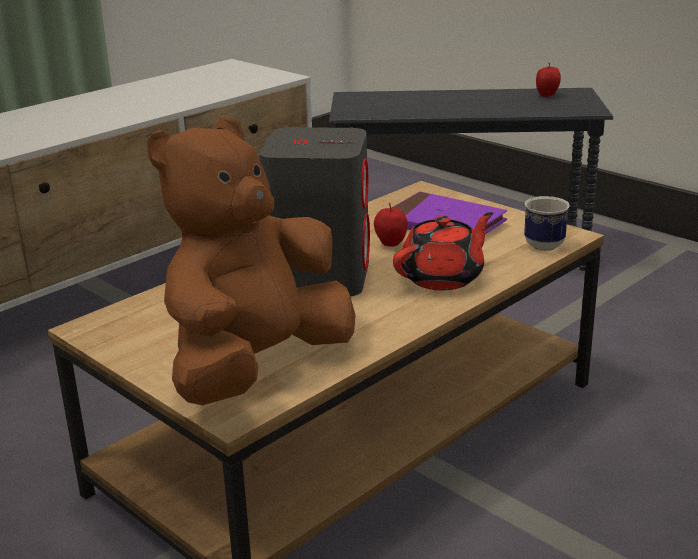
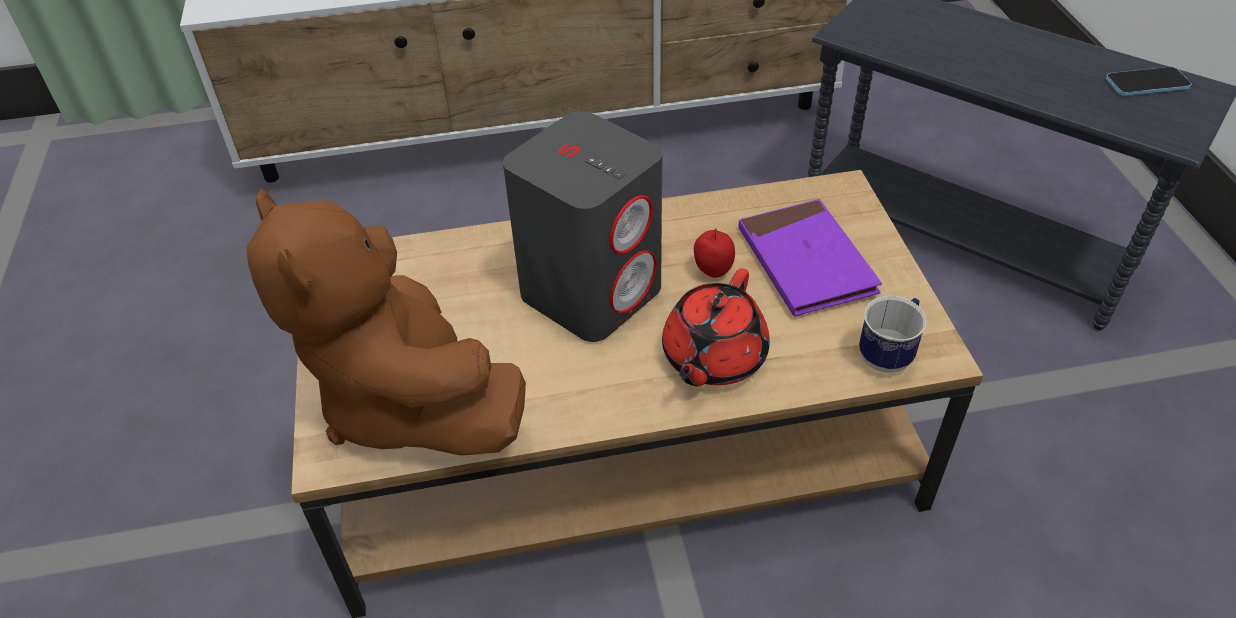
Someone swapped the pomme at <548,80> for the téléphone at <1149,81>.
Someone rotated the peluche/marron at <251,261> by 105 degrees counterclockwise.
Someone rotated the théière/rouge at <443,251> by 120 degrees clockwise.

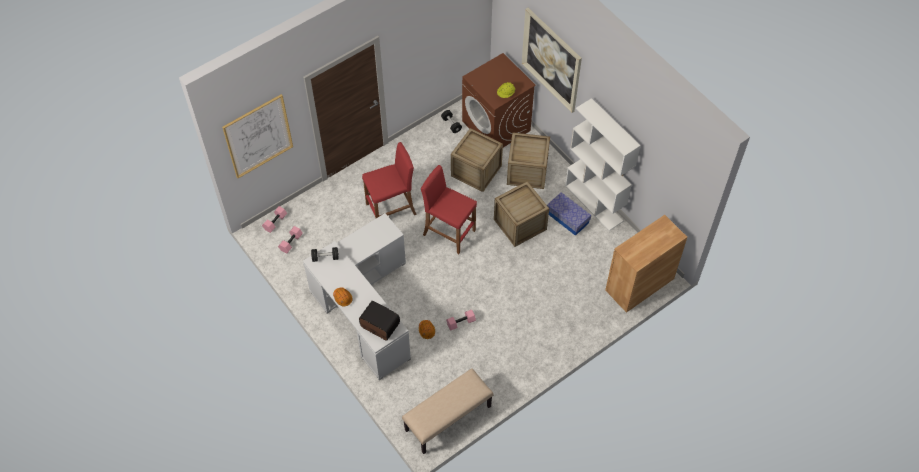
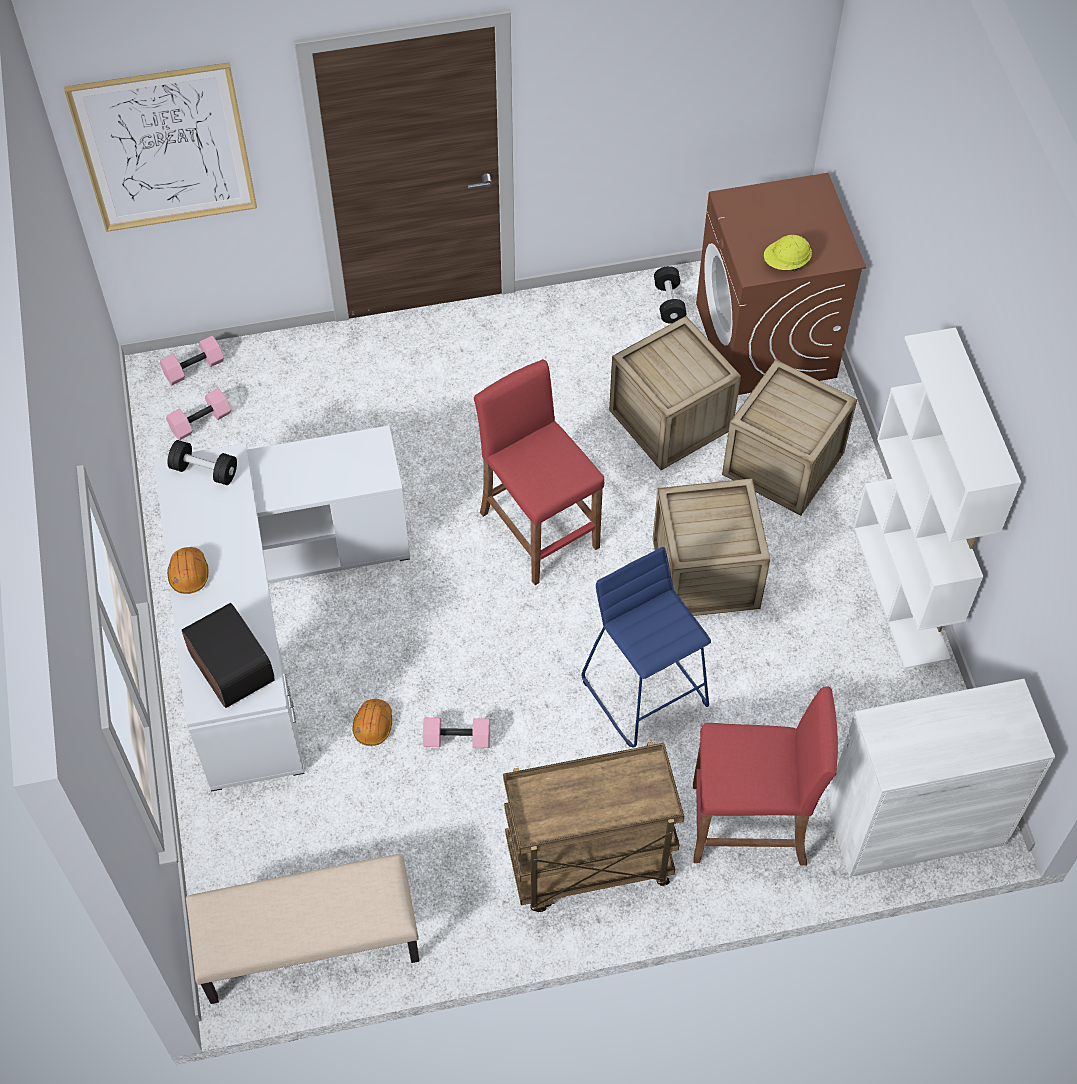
Someone took away the tableau at <552,60>.
Someone carried the tabouret/rouge from <389,180> to <765,776>.
Someone took away the boîte de rangement at <569,214>.
Someone repainted the meuble de rangement/marron at <646,264>, which became the meuble de rangement/blanc at <940,778>.
Someone put down the tabouret/bleu at <646,647>.
Someone put down the chariot/marron at <593,827>.

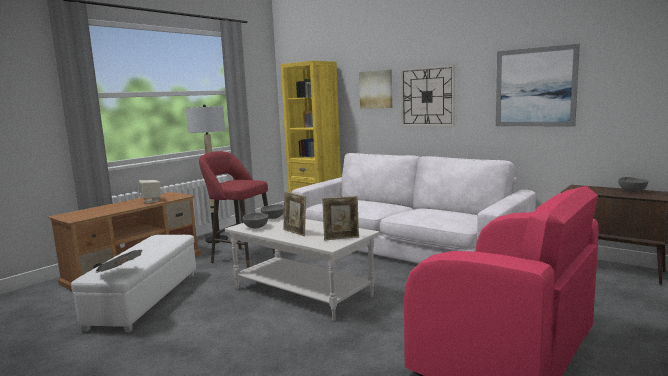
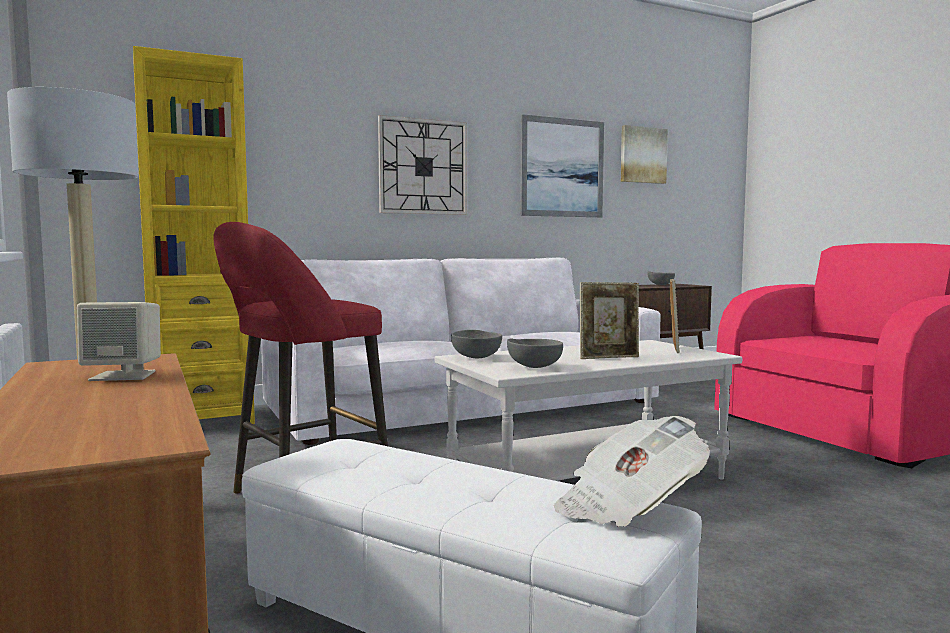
Someone carried the tableau from <375,89> to <644,154>.

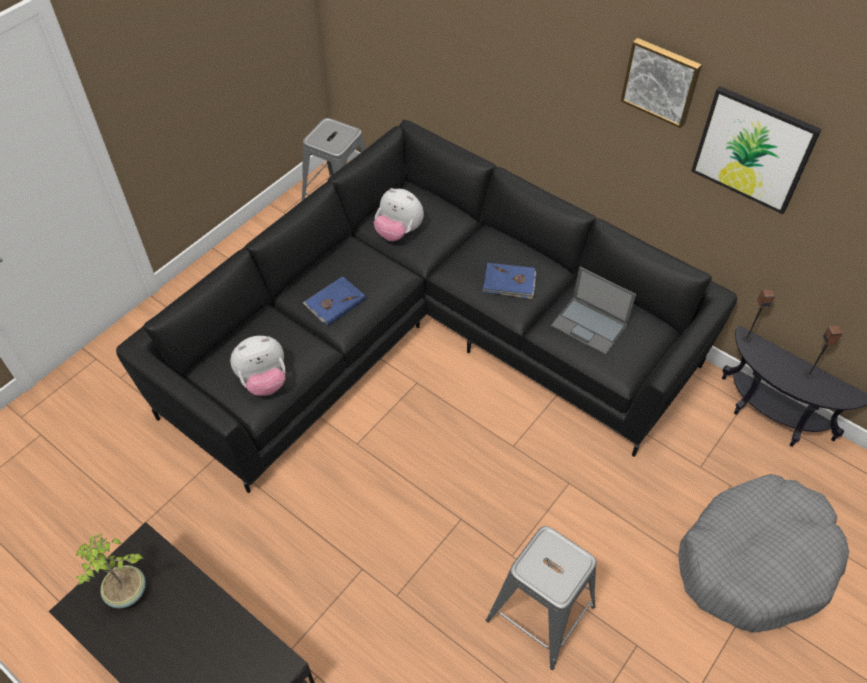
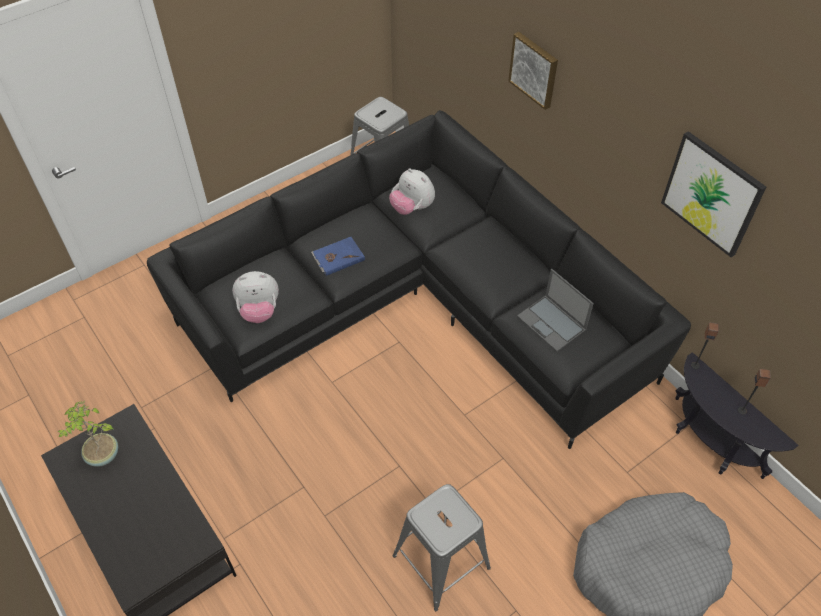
Someone carried the tableau from <661,83> to <533,71>.
Someone took away the livre/bleu at <509,281>.

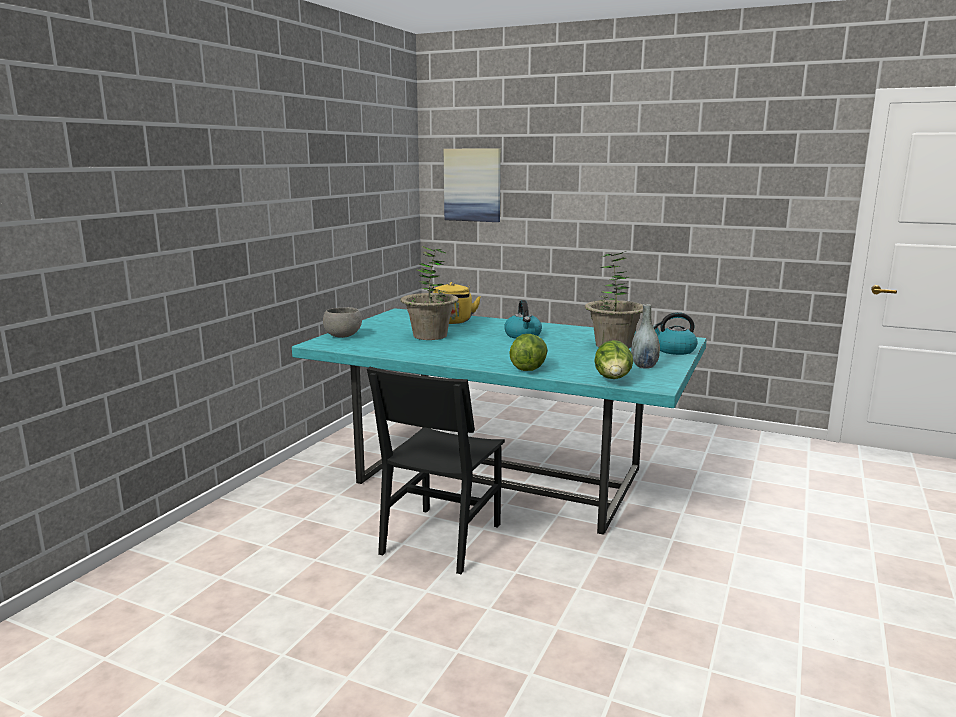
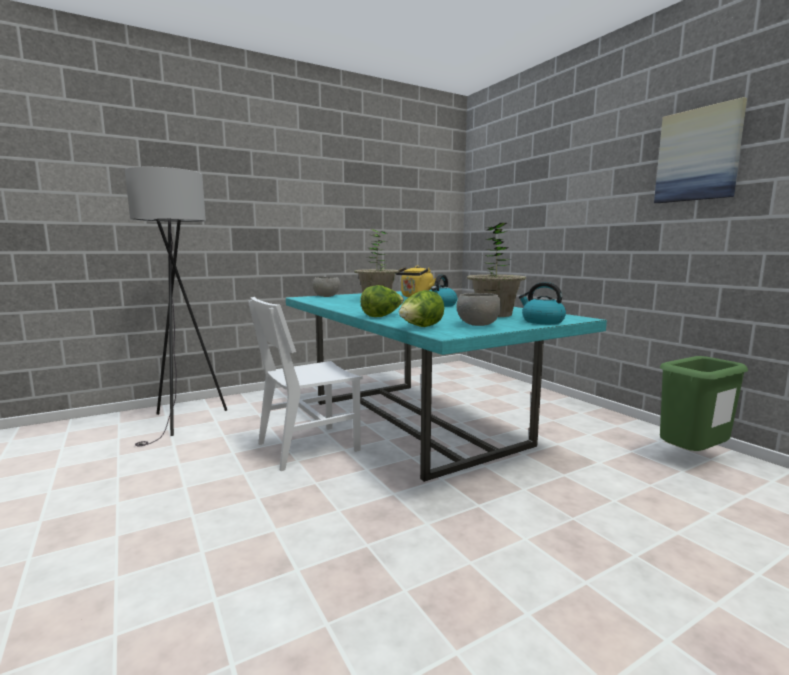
Someone carried the tableau from <472,185> to <700,150>.
Someone swapped the vase/gris at <645,336> for the bol/gris at <478,309>.
Someone repainted the chaise/noir at <436,470>, which became the chaise/blanc at <305,384>.
Someone put down the lampadaire/gris at <176,306>.
Someone put down the poubelle/vert at <704,403>.

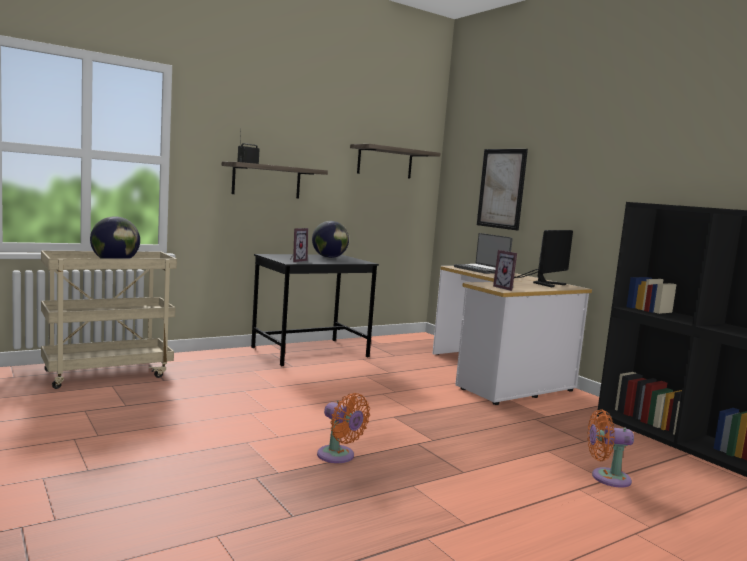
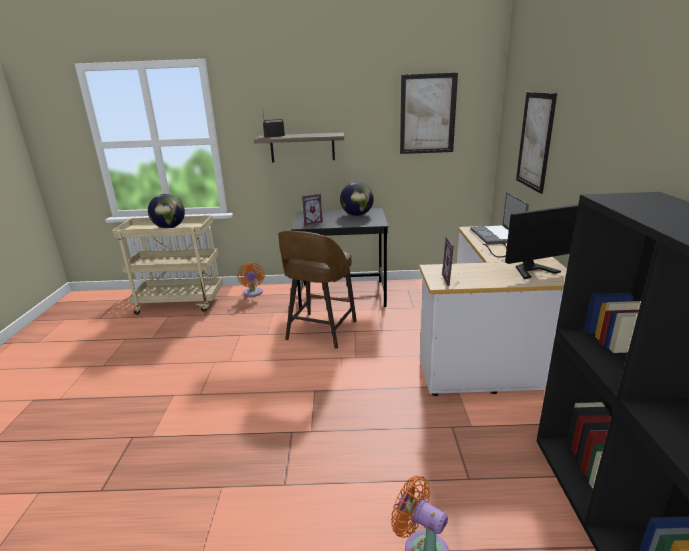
Someone swapped the étagère at <395,161> for the tableau at <429,113>.
Someone carried the ventilateur/orange from <343,428> to <251,279>.
Someone put down the tabouret/marron at <317,290>.

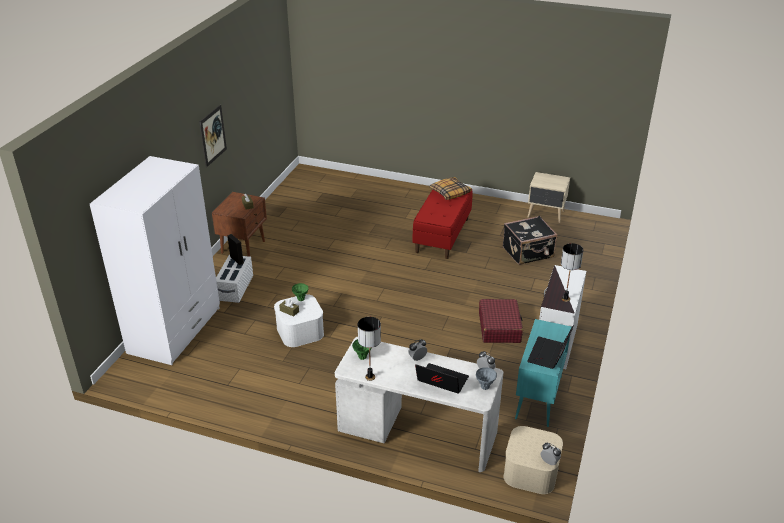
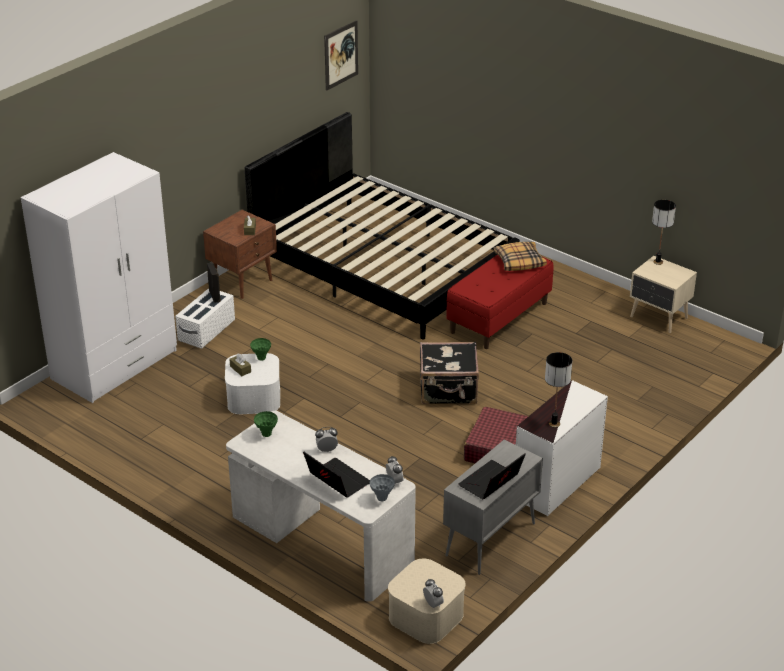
Someone carried the tableau from <213,136> to <341,55>.
Someone carried the valise/noir from <530,240> to <449,373>.
Someone carried the lampe de table from <369,349> to <664,232>.
Someone repainted the meuble de rangement/turquoise at <543,373>, which became the meuble de rangement/gris at <493,507>.
Someone put down the lit/noir at <382,225>.

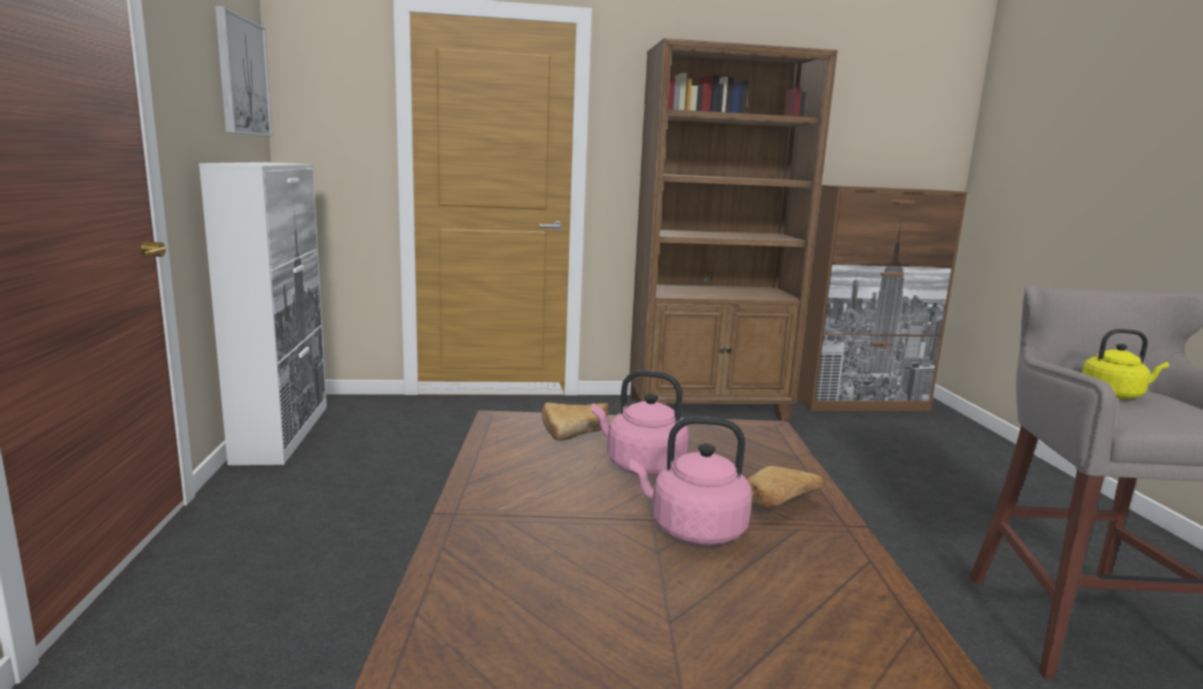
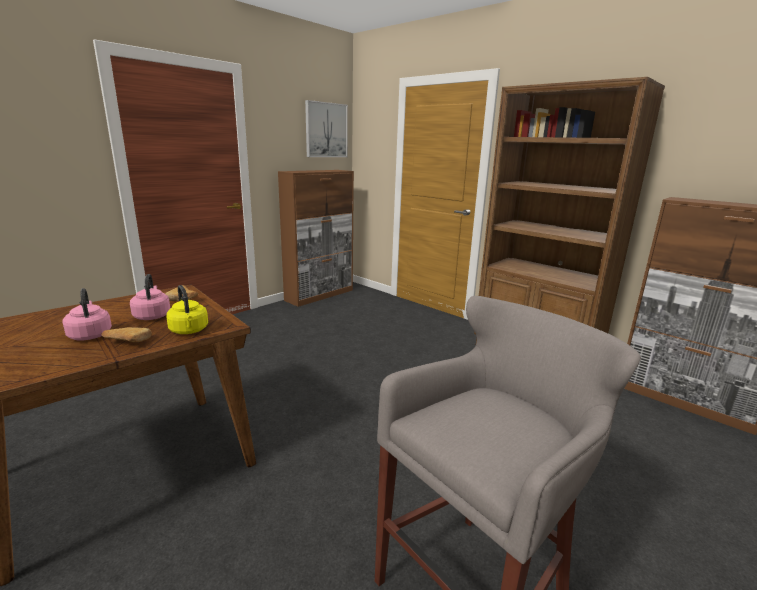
Someone repainted the meuble de rangement/blanc at <263,313>, which became the meuble de rangement/marron at <316,238>.
Someone carried the bouilloire/jaune from <1125,364> to <187,309>.

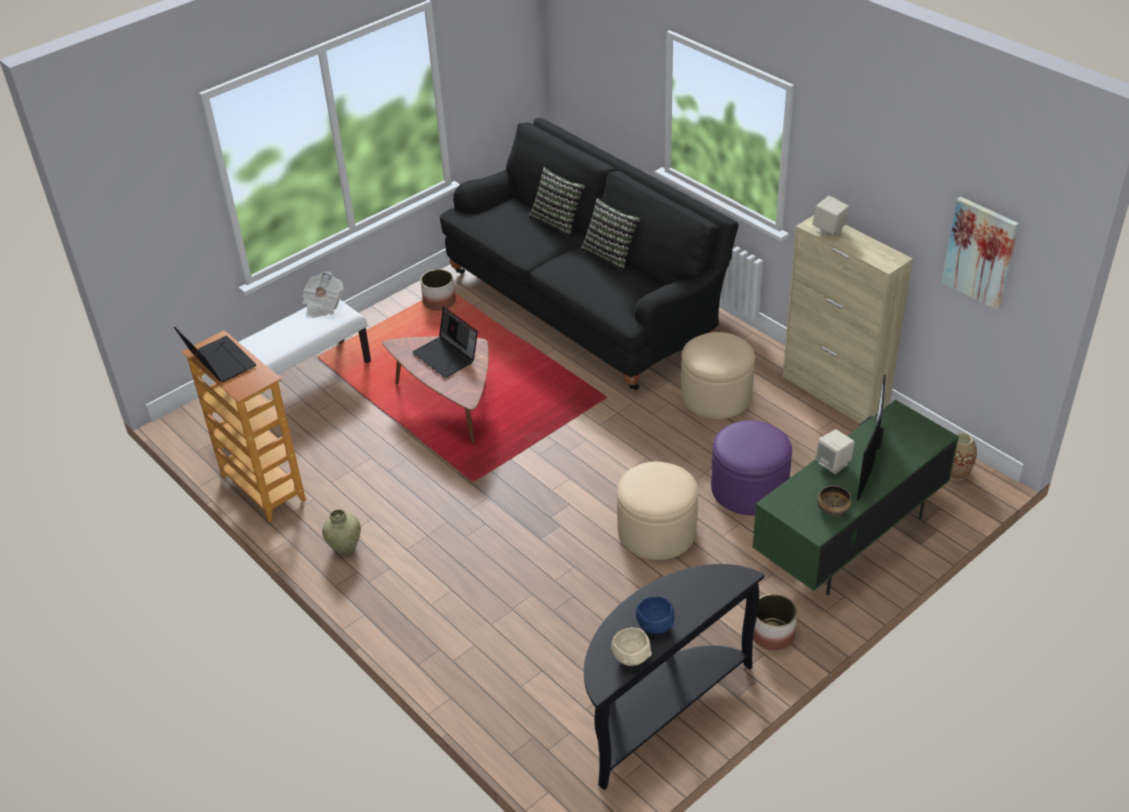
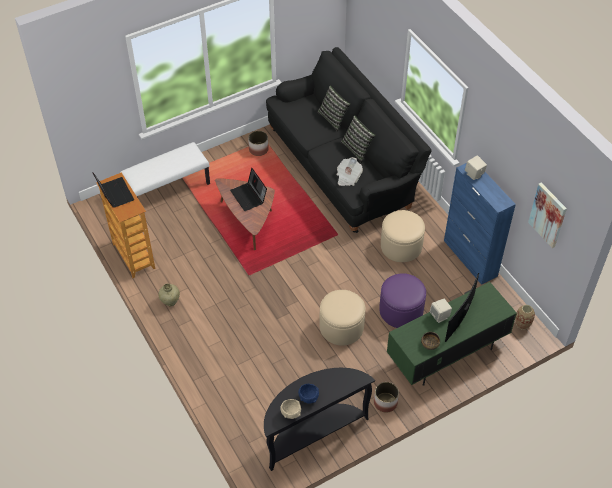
Someone repainted the meuble de rangement/beige at <848,319>, which became the meuble de rangement/bleu at <480,224>.
Someone carried the journal from <323,295> to <349,171>.

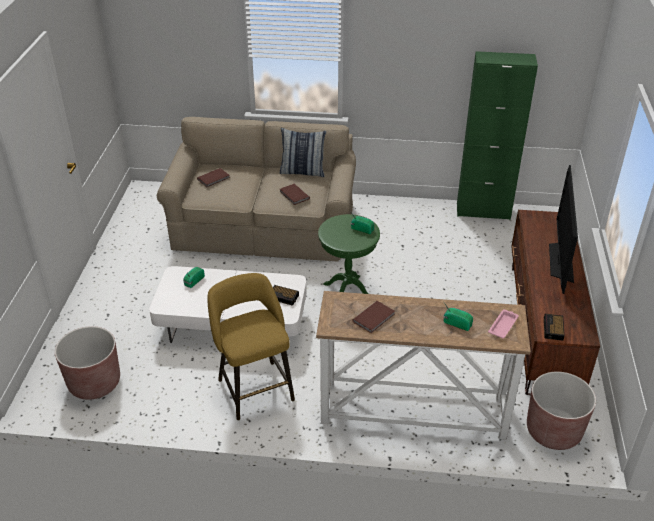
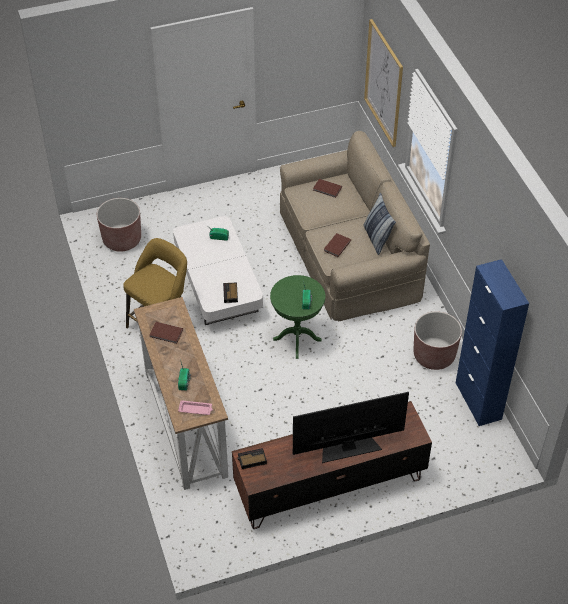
Someone repainted the meuble de rangement/vert at <497,135>, which became the meuble de rangement/bleu at <492,342>.
Someone carried the cache-pot/marron from <561,410> to <437,340>.
Someone put up the tableau at <383,83>.

